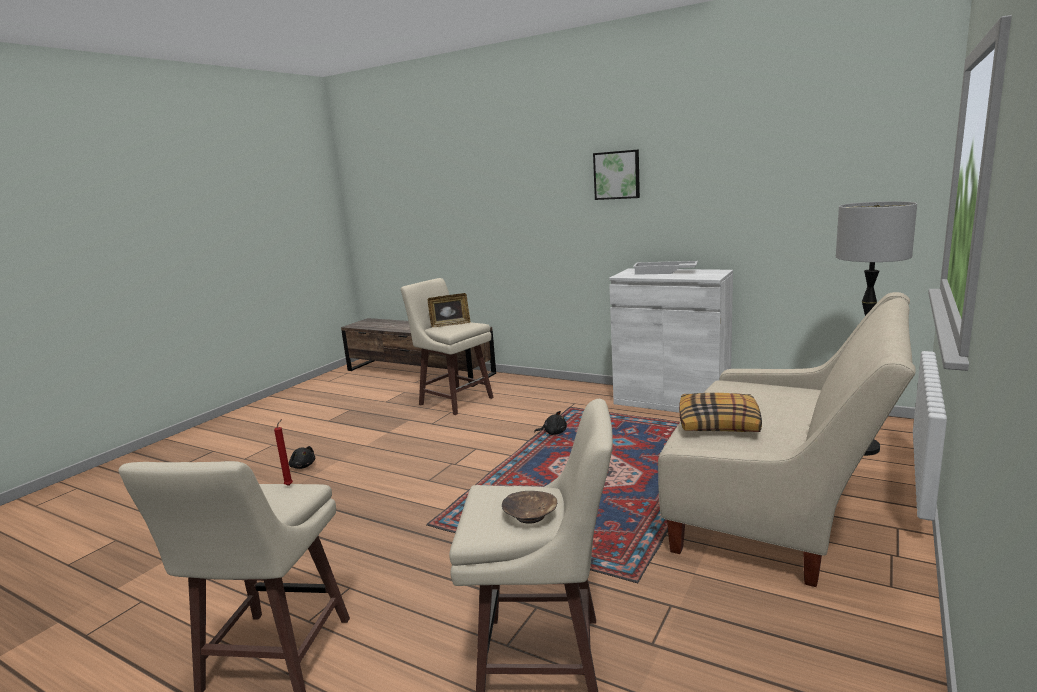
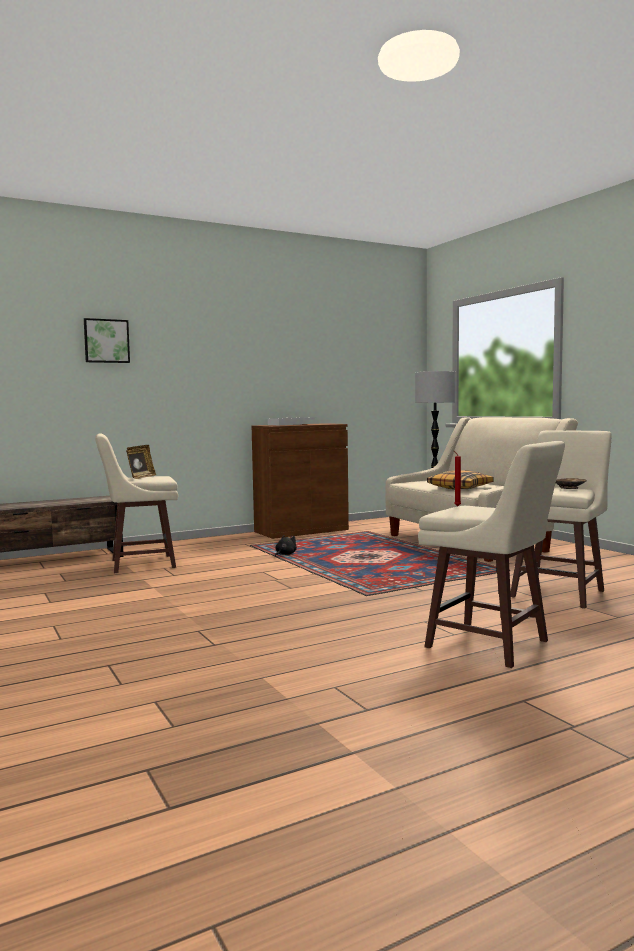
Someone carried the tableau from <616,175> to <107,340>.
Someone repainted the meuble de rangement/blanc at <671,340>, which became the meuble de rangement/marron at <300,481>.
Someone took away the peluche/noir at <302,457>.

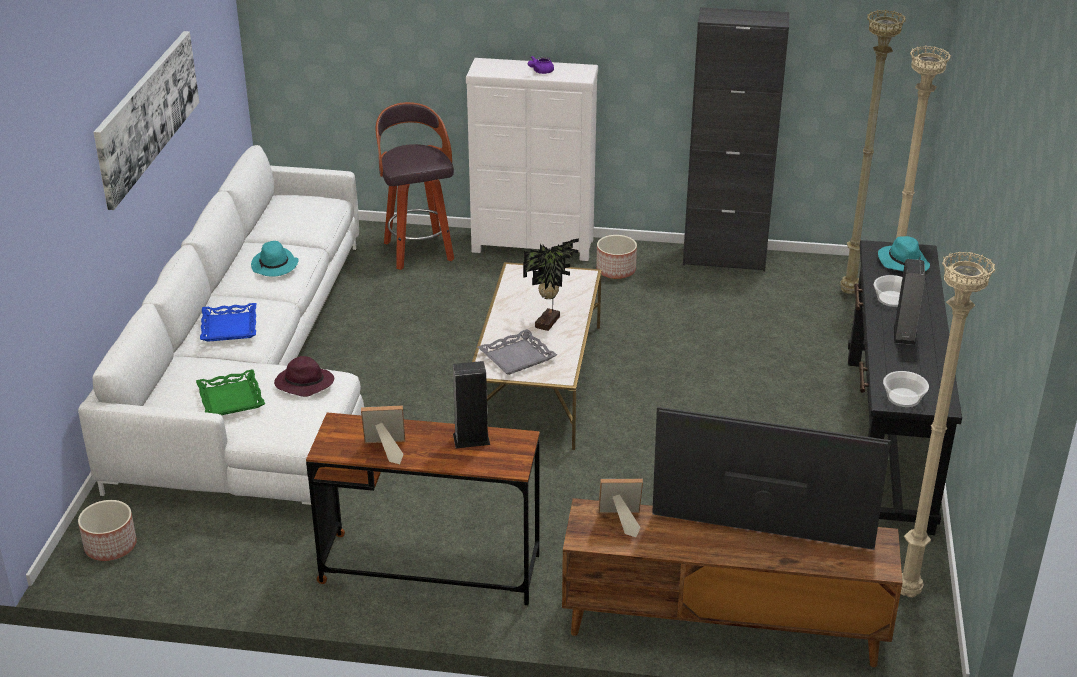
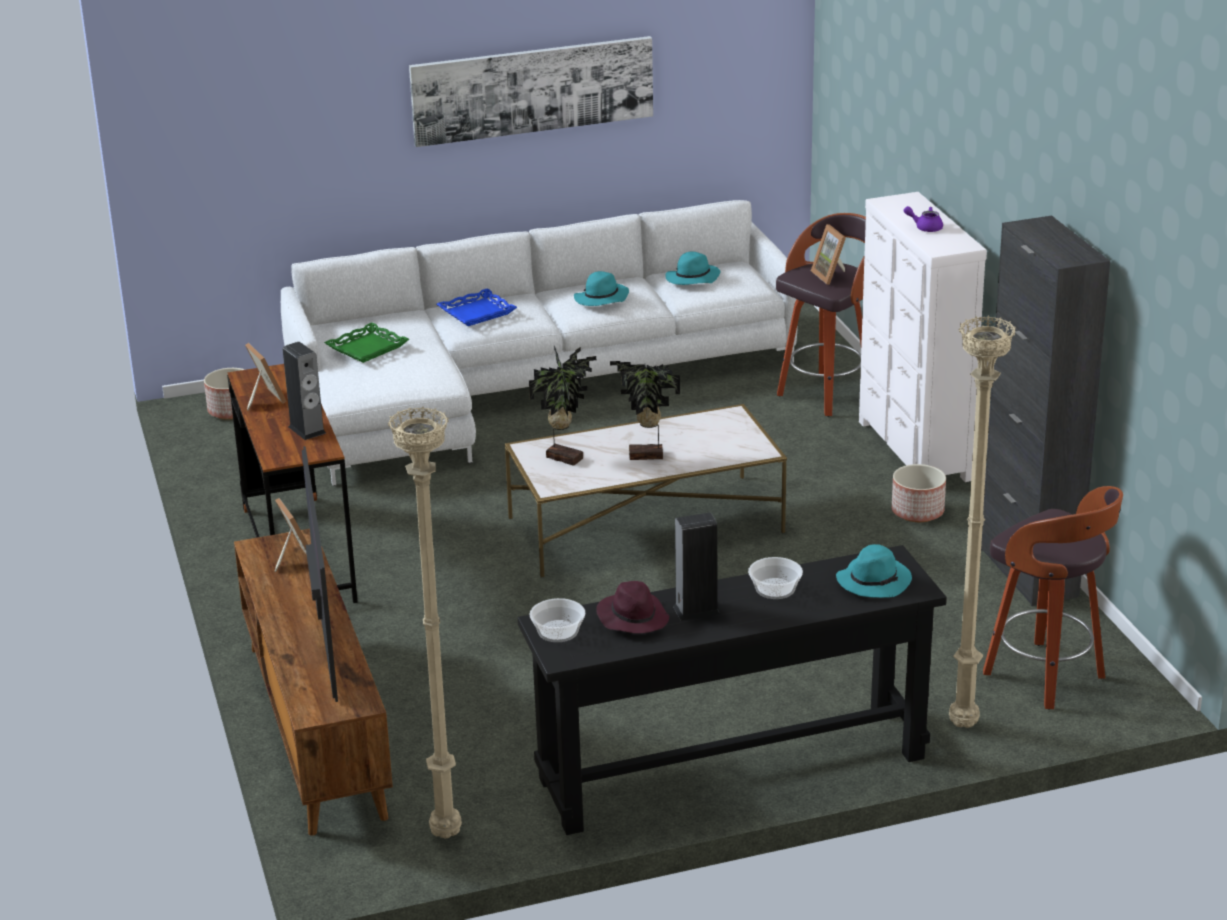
Someone swapped the lampadaire/beige at <873,152> for the tabouret at <1053,598>.
Someone swapped the plateau/gris at <517,352> for the plante en pot at <562,406>.
Someone carried the chapeau/violet from <304,376> to <632,607>.
Someone put down the cadre photo at <828,254>.
Someone put down the chapeau/turquoise at <693,268>.

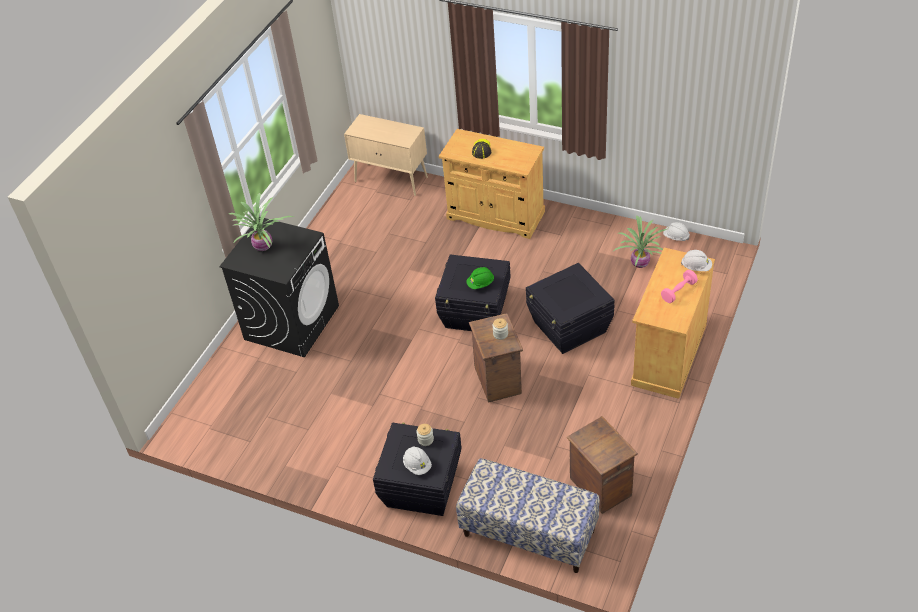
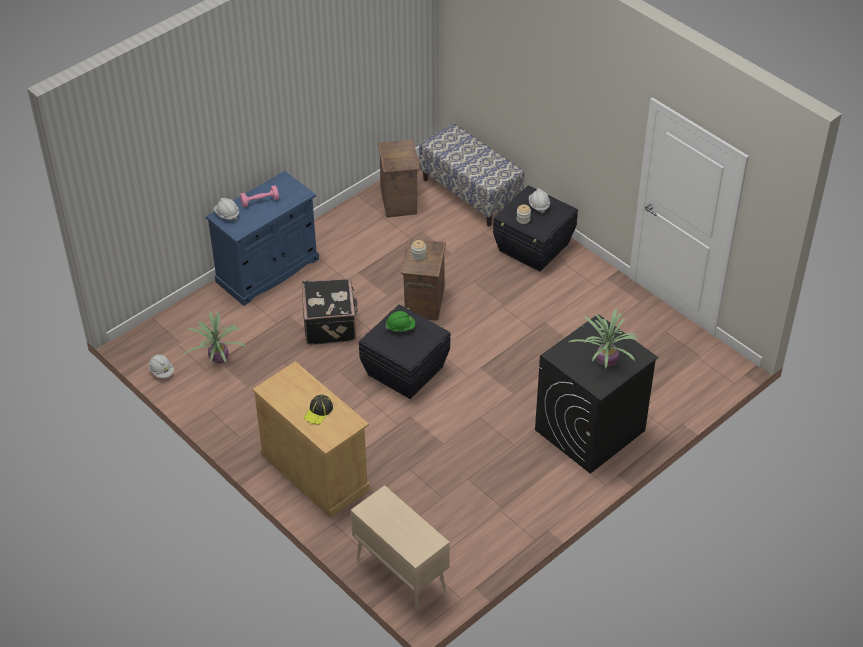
Someone repainted the meuble de rangement/beige at <673,323>, which became the meuble de rangement/bleu at <262,238>.
Someone swapped the boîte de rangement/noir at <570,308> for the valise/noir at <330,311>.

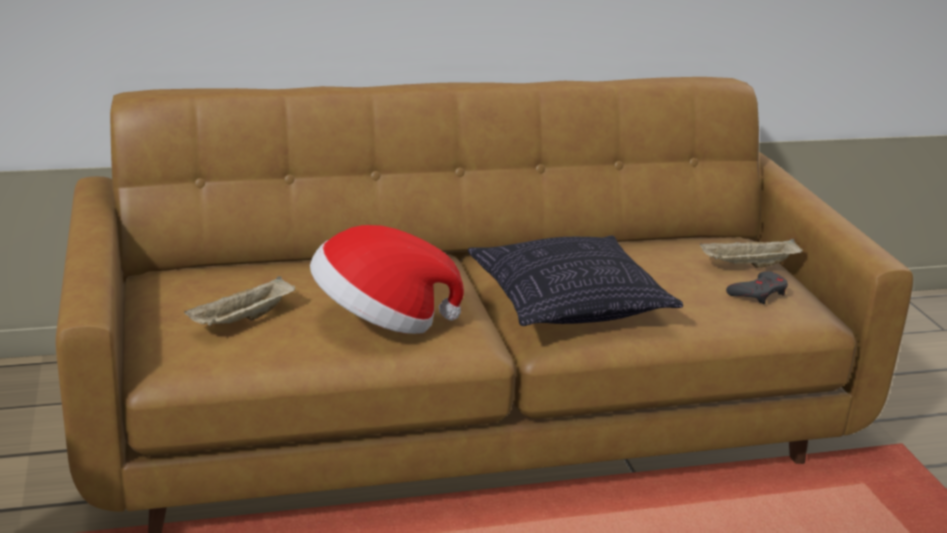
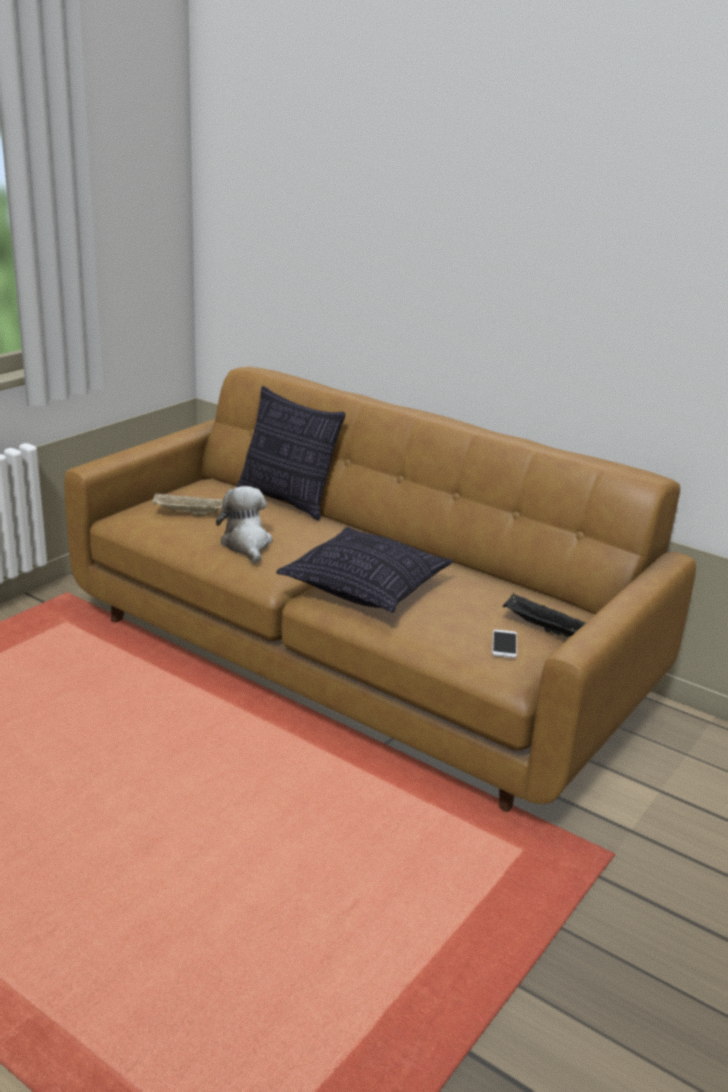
Someone swapped the chapeau at <387,279> for the peluche at <244,524>.
Someone repainted the plateau/beige at <751,253>, which became the plateau/noir at <544,615>.
Someone swapped the manette/gris at <757,287> for the téléphone at <504,643>.
Someone put down the coussin at <291,453>.

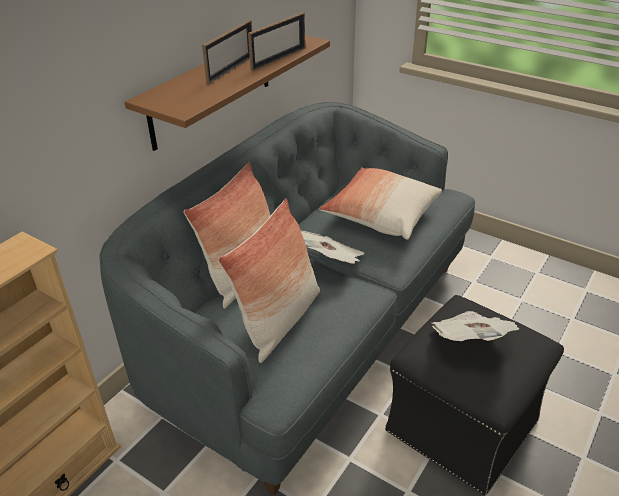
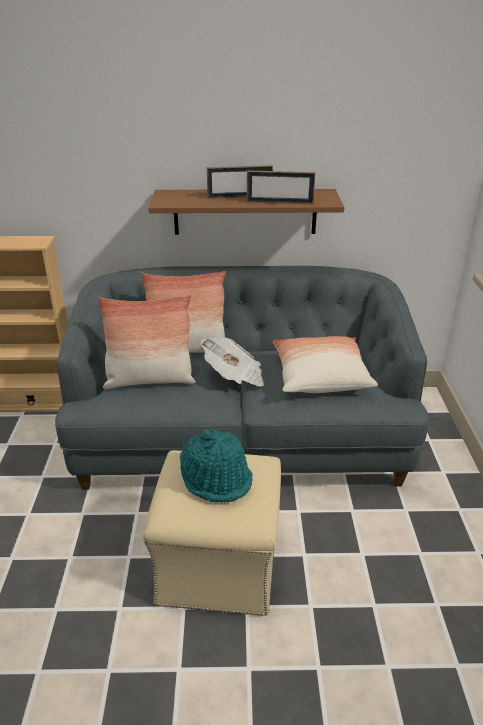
Someone repainted the pouf/noir at <474,395>, which became the pouf/beige at <212,533>.
Someone swapped the journal at <475,326> for the chapeau/turquoise at <216,465>.

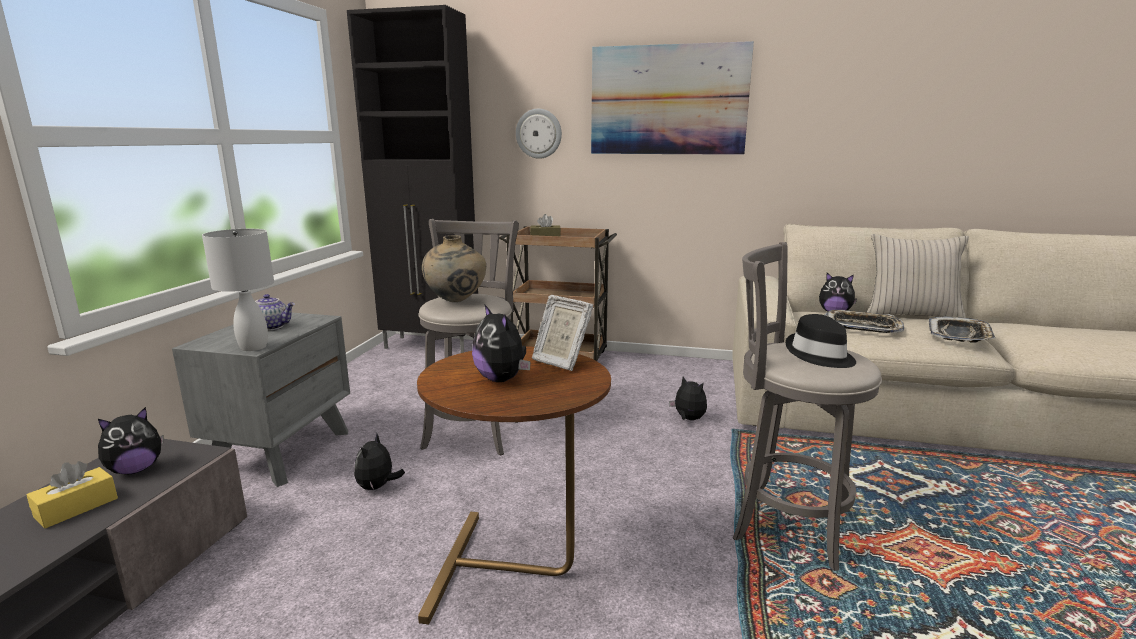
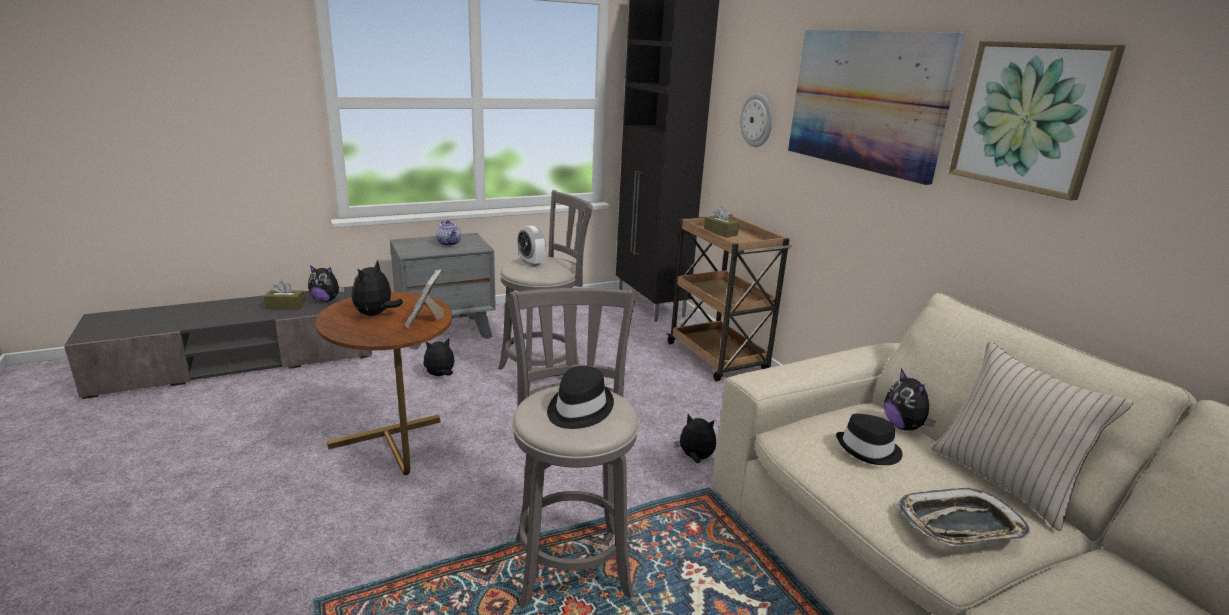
Someone took away the lampe de table/blanc at <238,290>.
Someone swapped the vase/beige at <454,268> for the réveil at <531,246>.
Someone swapped the plateau at <864,321> for the chapeau/noir at <869,439>.
Someone rotated the peluche at <688,398> by 75 degrees counterclockwise.
Someone repainted the boîte à mouchoirs/jaune at <72,494>, which became the boîte à mouchoirs/marron at <284,295>.
Someone put up the tableau at <1037,120>.

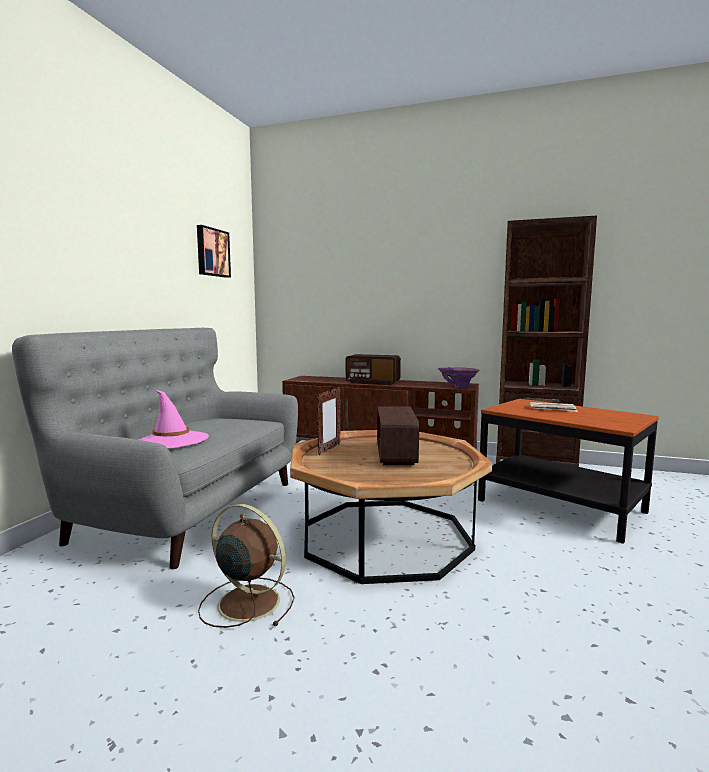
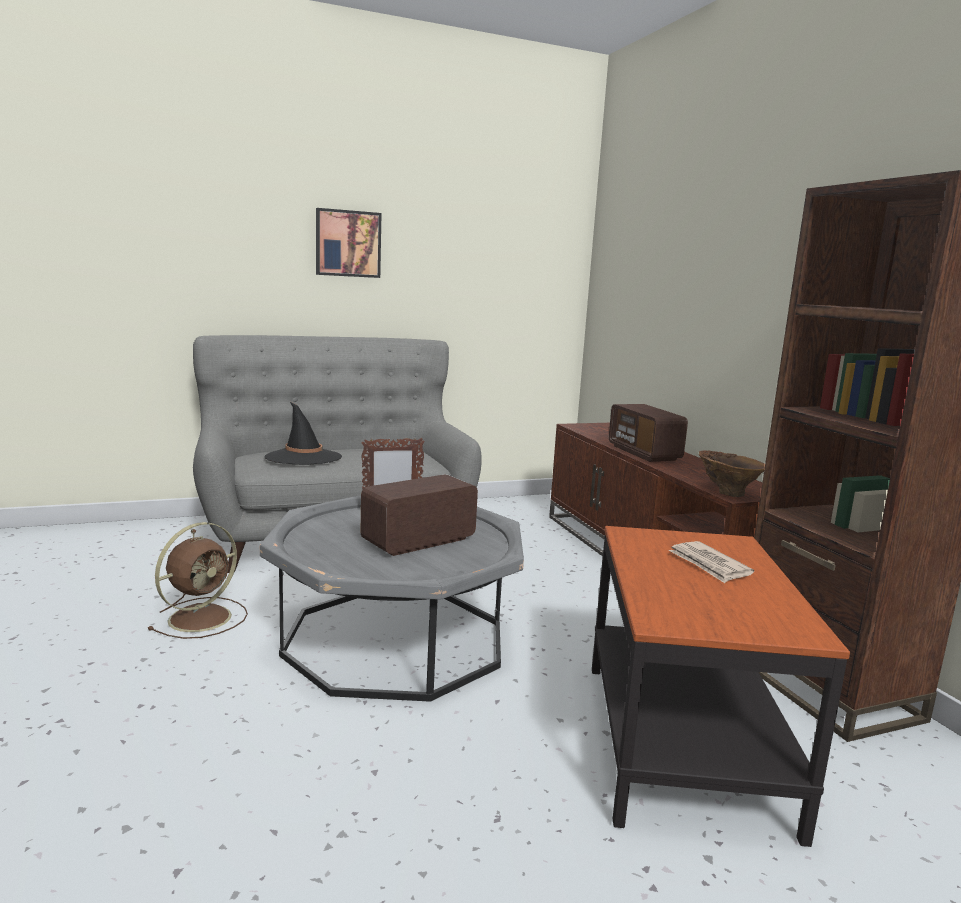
Someone carried the tableau from <214,251> to <349,243>.
Someone repainted the vase/violet at <459,377>, which became the vase/marron at <732,473>.
Someone repainted the chapeau/rose at <173,419>, which became the chapeau/noir at <303,433>.
Someone repainted the table basse/marron at <391,507>, which became the table basse/gris at <392,598>.
Someone rotated the ventilateur/marron at <246,566> by 45 degrees clockwise.

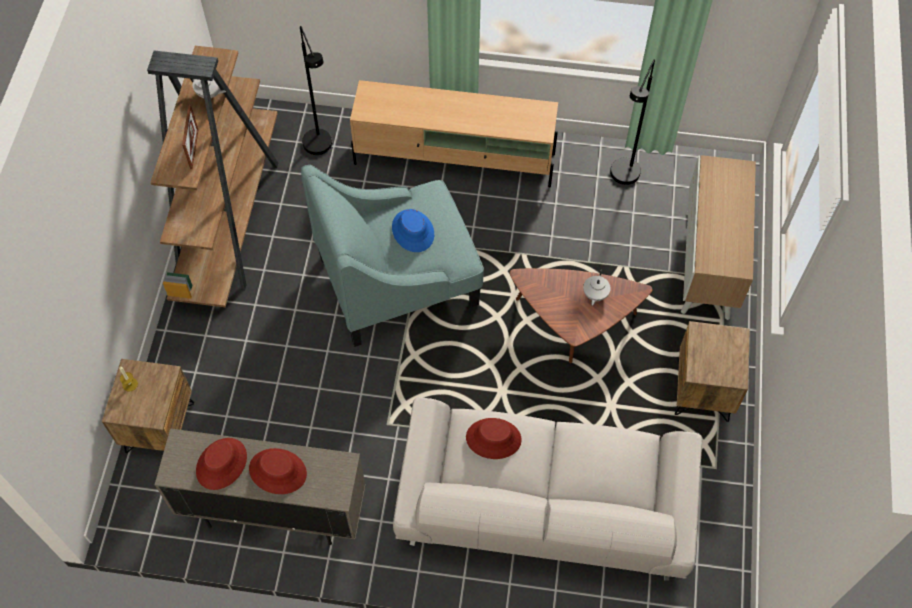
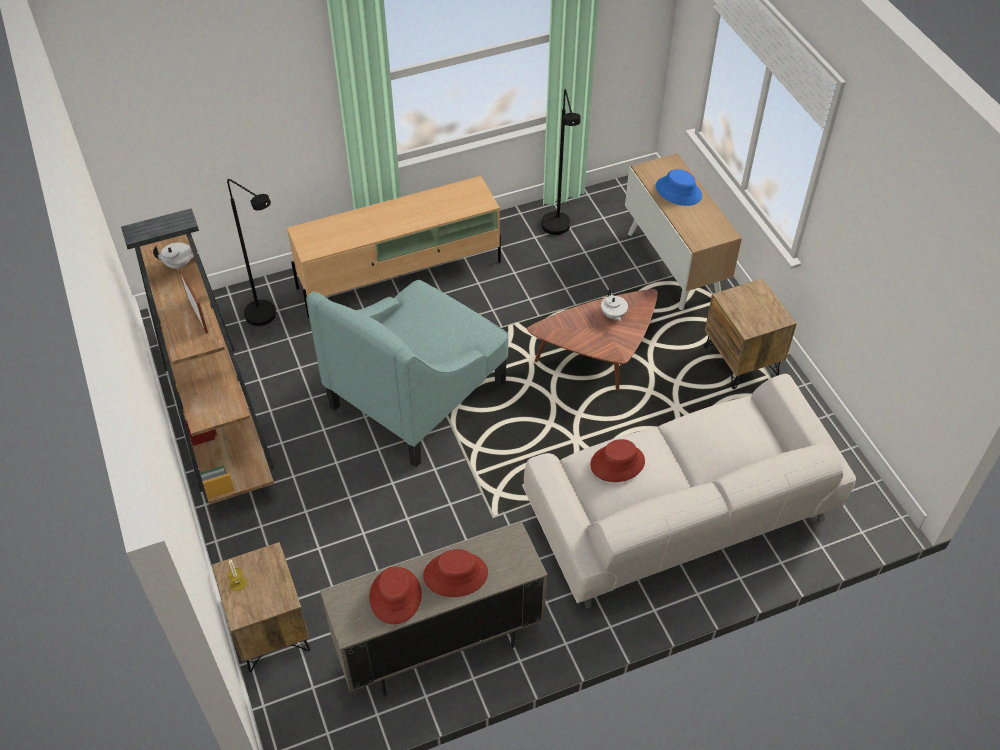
Someone carried the chapeau/bleu from <413,230> to <679,187>.

